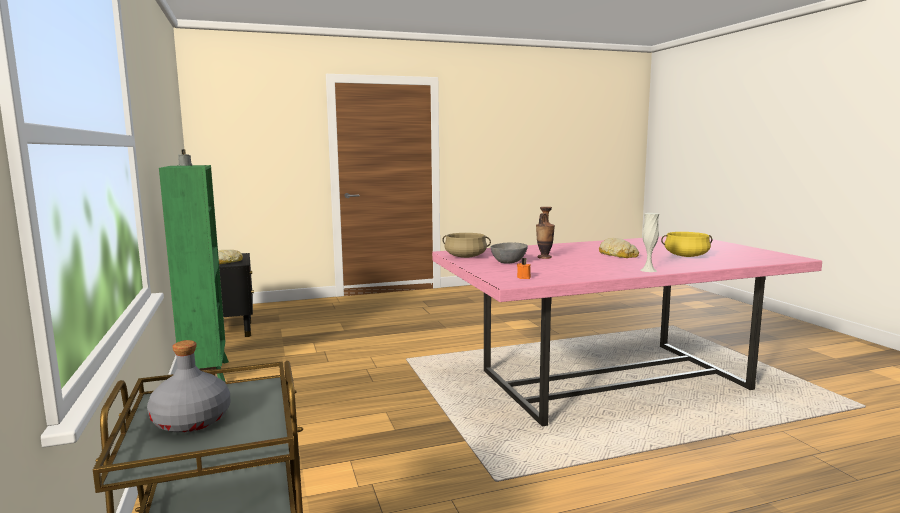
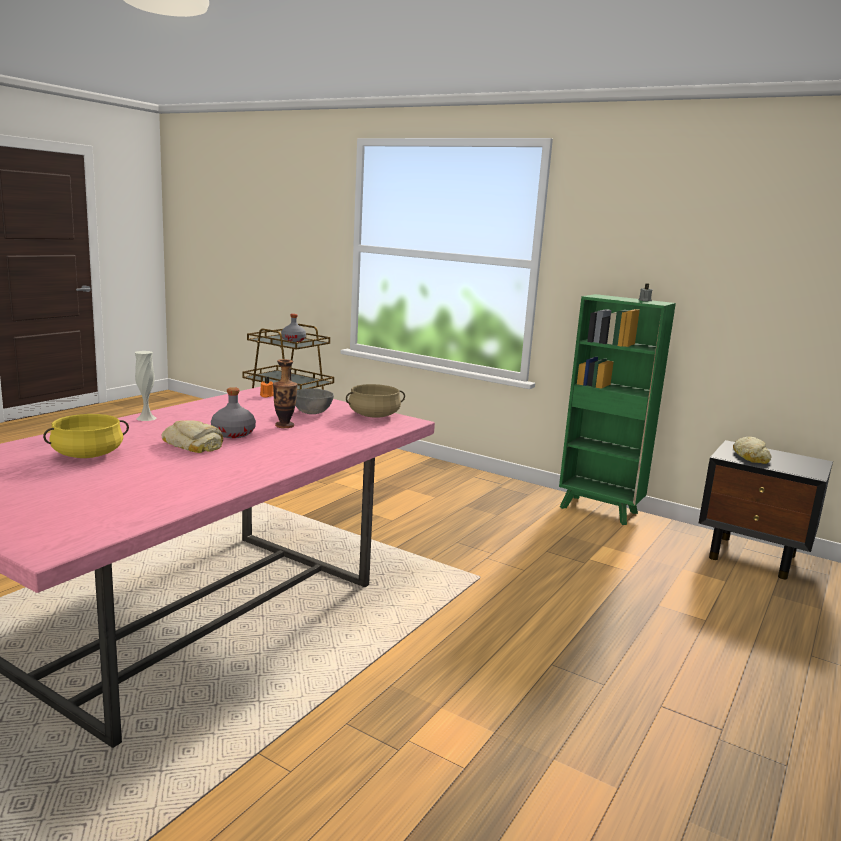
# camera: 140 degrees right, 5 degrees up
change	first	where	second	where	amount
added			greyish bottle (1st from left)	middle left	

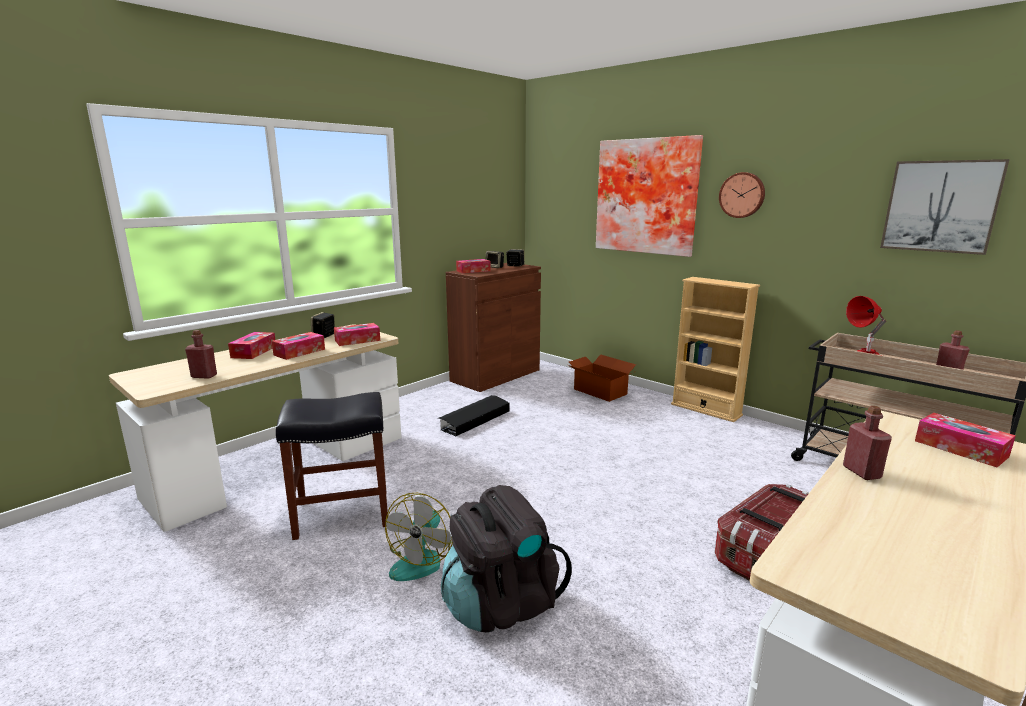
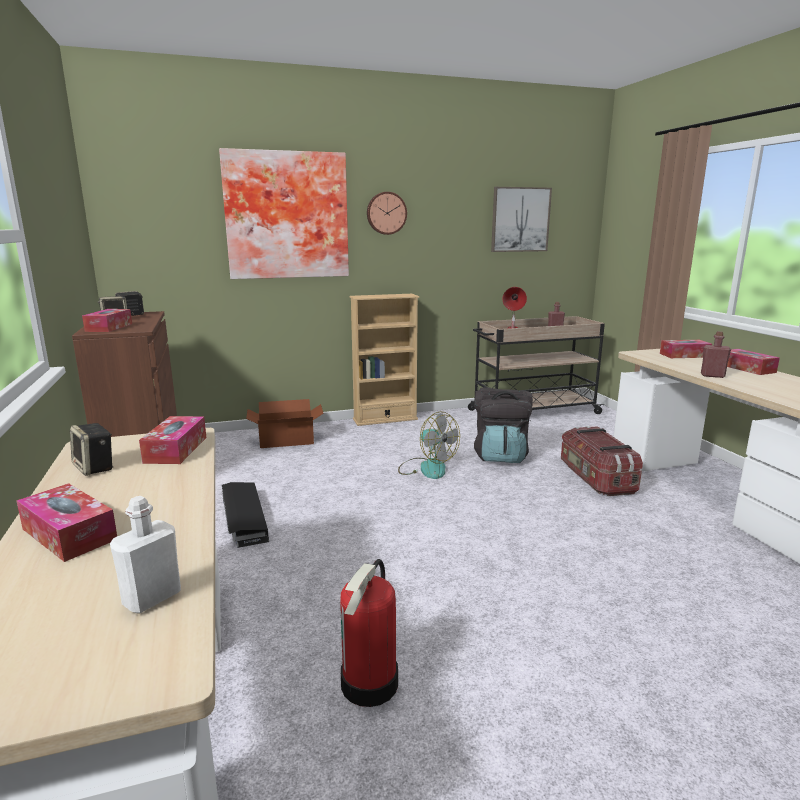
# camera: 60 degrees left, 0 degrees up
change	first	where	second	where	amount
moved	tissue box (2nd from left in the first image)	middle left	tissue box (5th from left)	middle right	
moved	cooling fan	bottom centre		centre	
moved	blackish backpack	bottom centre		centre	
replaced	blackish stool seat	middle left	fire extinguisher	bottom centre	
recoloured	red bottle (1st from left)	middle left	white bottle	bottom left	

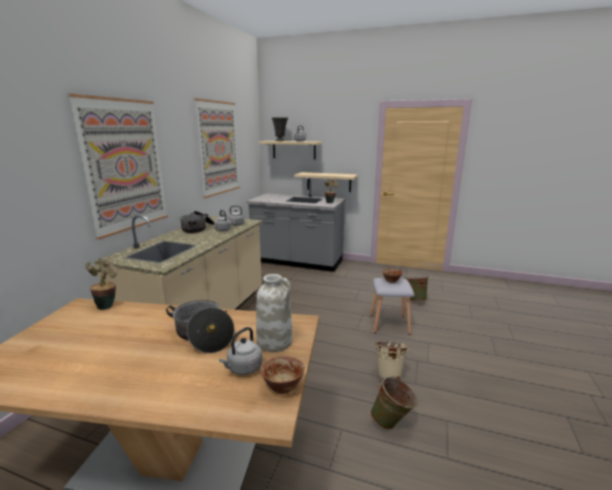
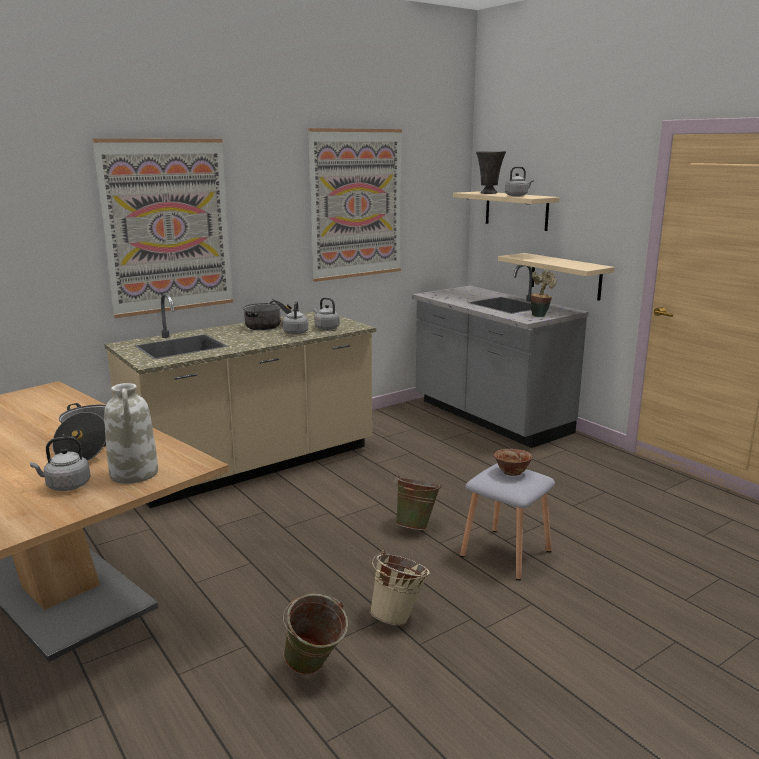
# camera: 35 degrees right, 0 degrees up
change	first	where	second	where	amount
removed	potted plant (1st from left)	middle left			
removed	deep dish (1st from left)	bottom centre			
moved	greenish bucket (2nd from left)	middle right		centre	

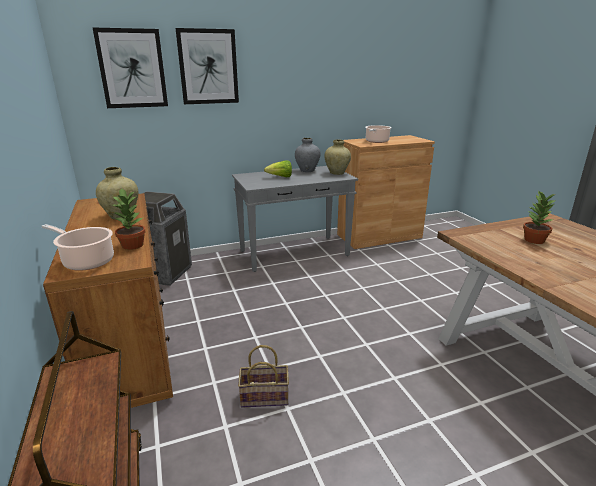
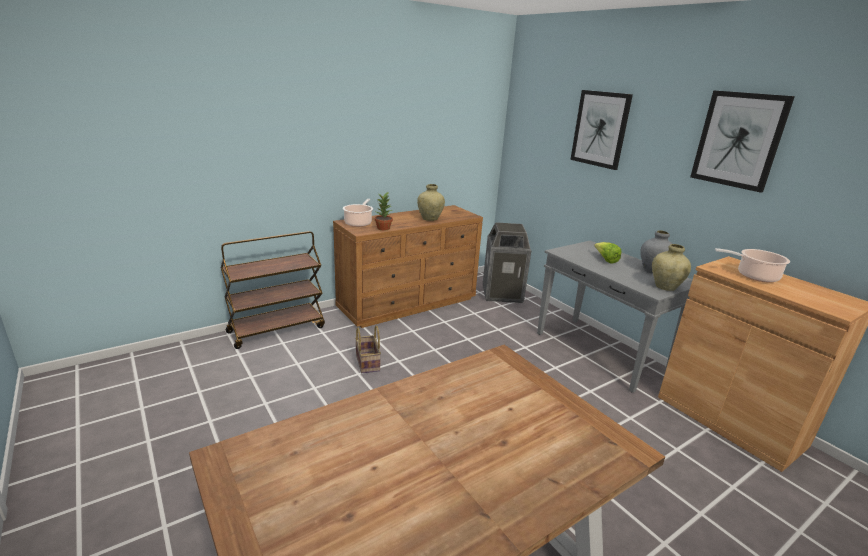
# camera: 75 degrees right, 0 degrees up
change	first	where	second	where	amount
removed	potted plant (2nd from left)	middle right			
moved	wall picture (1st from left in the first image)	top left	wall picture (2nd from left)	top right	

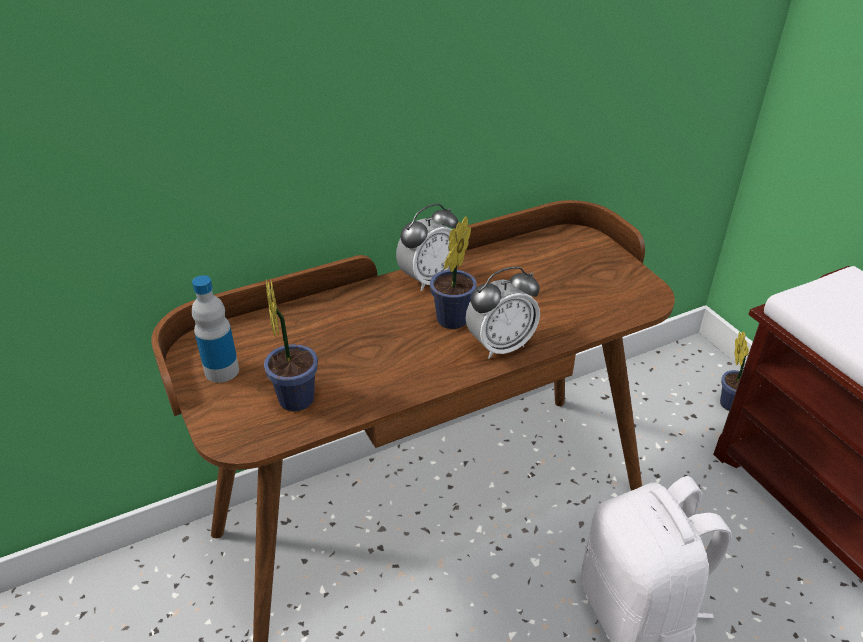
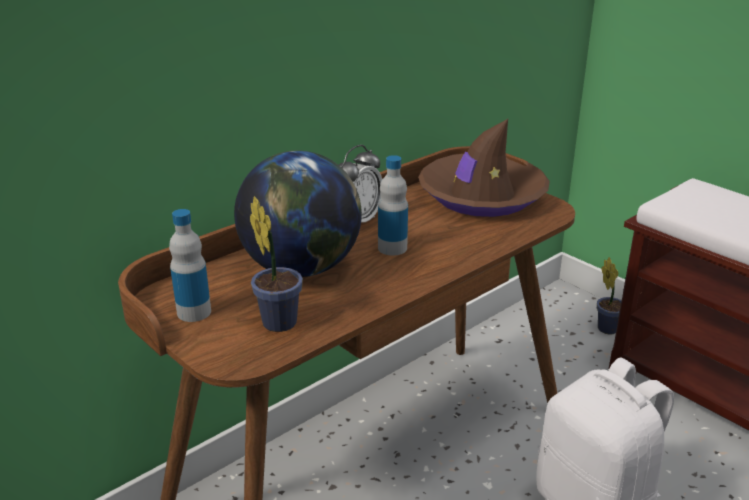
# camera: 15 degrees left, 10 degrees down
change	first	where	second	where	amount
removed	alarm clock (2nd from left)	centre			
added			desk globe	centre	
added			brown clothing hat	centre	
replaced	potted plant (2nd from left)	centre	bottle (2nd from left)	centre	

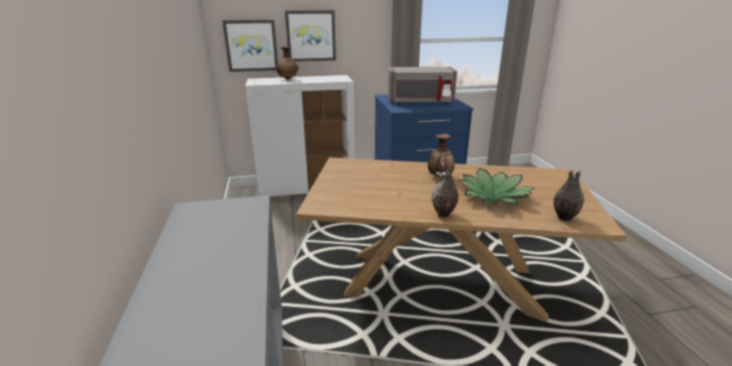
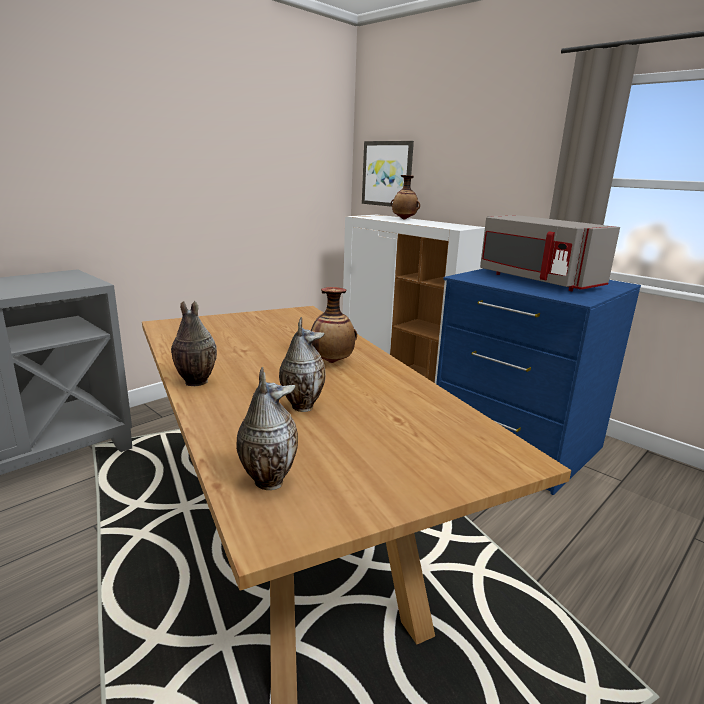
# camera: 55 degrees right, 5 degrees down
change	first	where	second	where	amount
removed	wall picture (2nd from left)	top centre			
replaced	potted plant	middle right	flower vase (3rd from left)	centre	

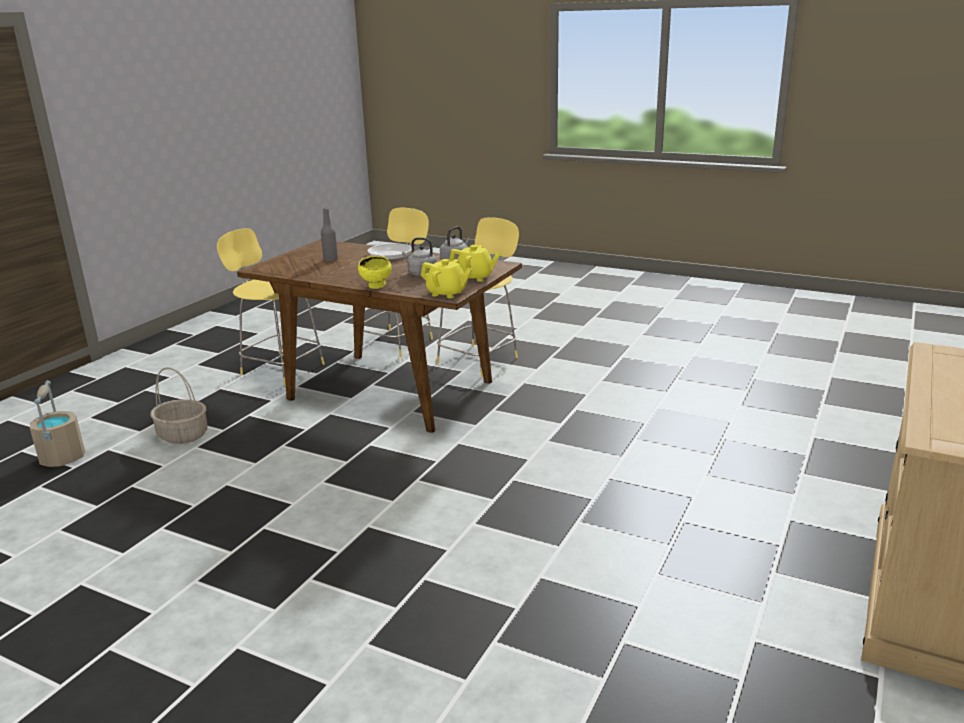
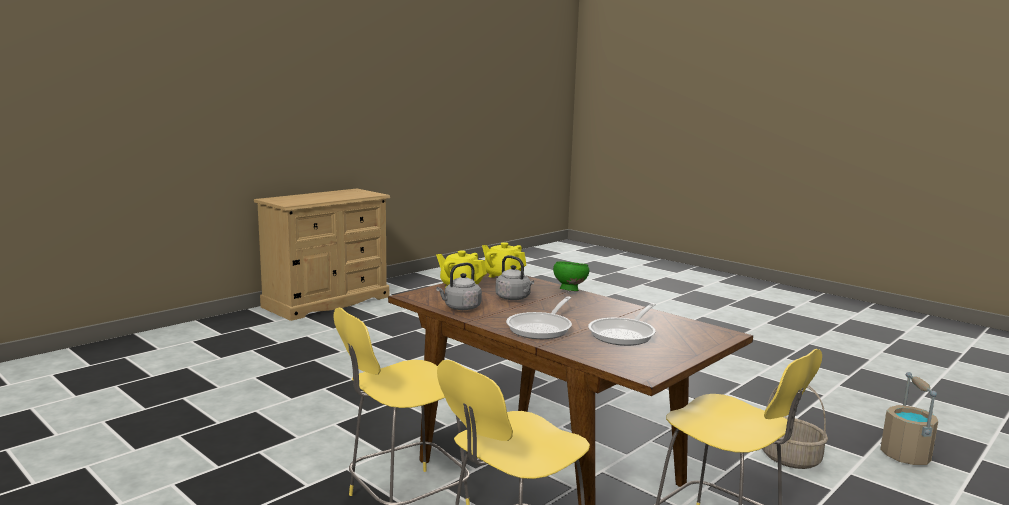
# camera: 165 degrees left, 10 degrees down
change	first	where	second	where	amount
replaced	greyish bottle	top centre	frying pan (2nd from left)	centre	
recoloured	yellow-coloured deep dish	centre	greenish deep dish	centre	

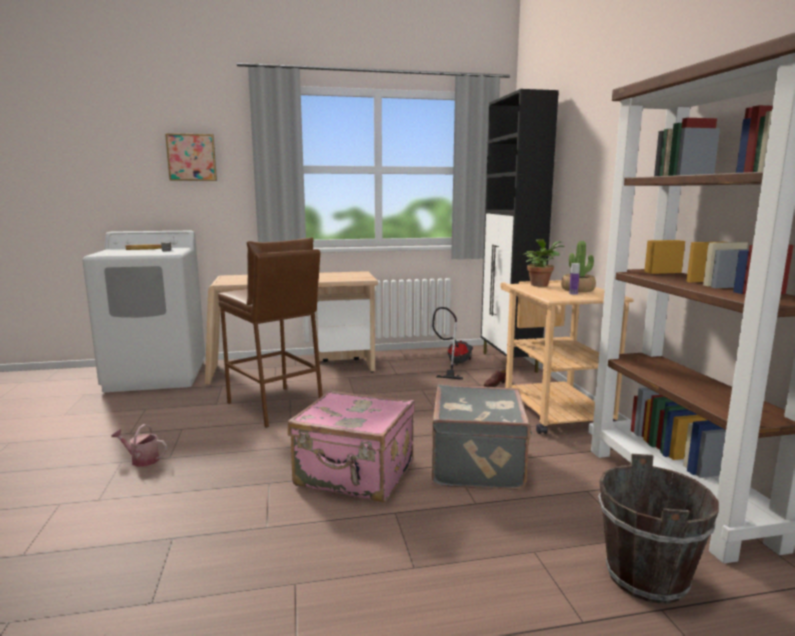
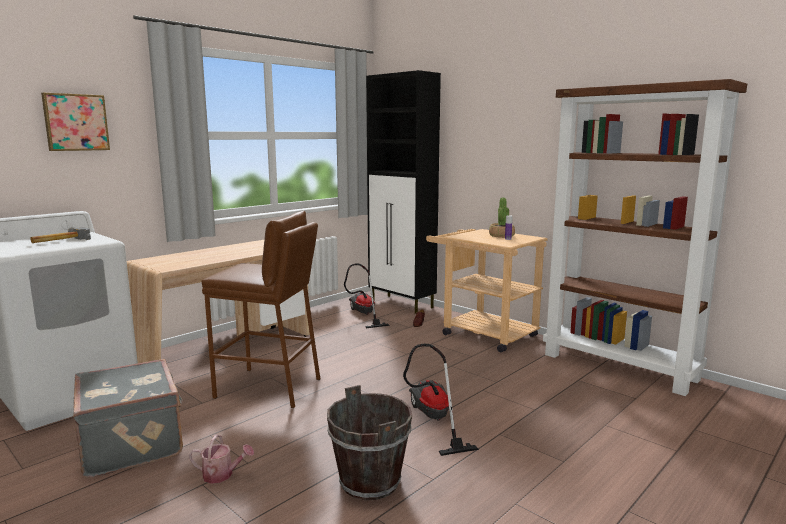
# camera: 35 degrees left, 0 degrees up
change	first	where	second	where	amount
removed	potted plant (1st from left)	middle right			
moved	greyish travel case	bottom centre		bottom left	
moved	brown bucket	bottom right		bottom centre	
replaced	pinkish travel case	bottom centre	vacuum cleaner (2nd from left)	bottom centre	
turned	watering pot	bottom left		bottom left	150 degrees counterclockwise

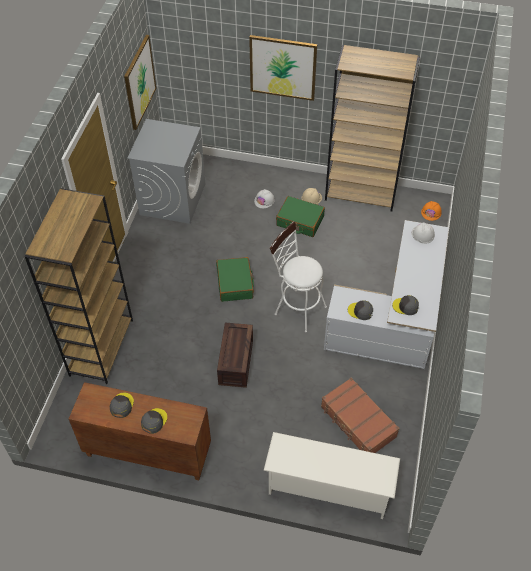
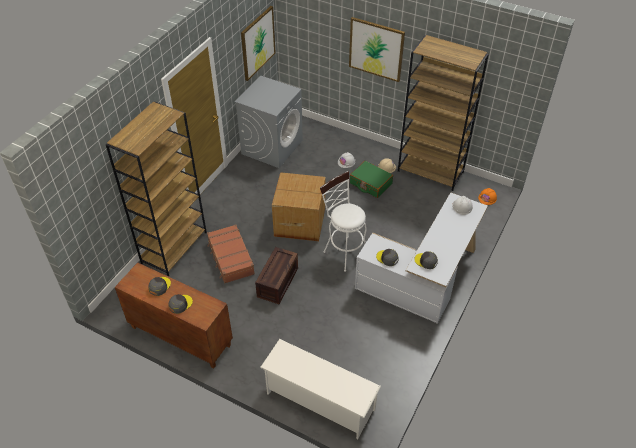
# camera: 15 degrees right, 5 degrees down
change	first	where	second	where	amount
moved	brown travel case	bottom right		centre	
replaced	greenish travel case (1st from left)	centre	packing box	centre	

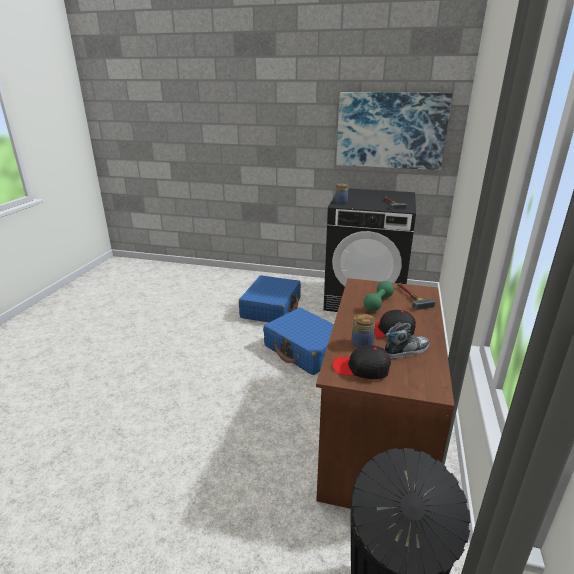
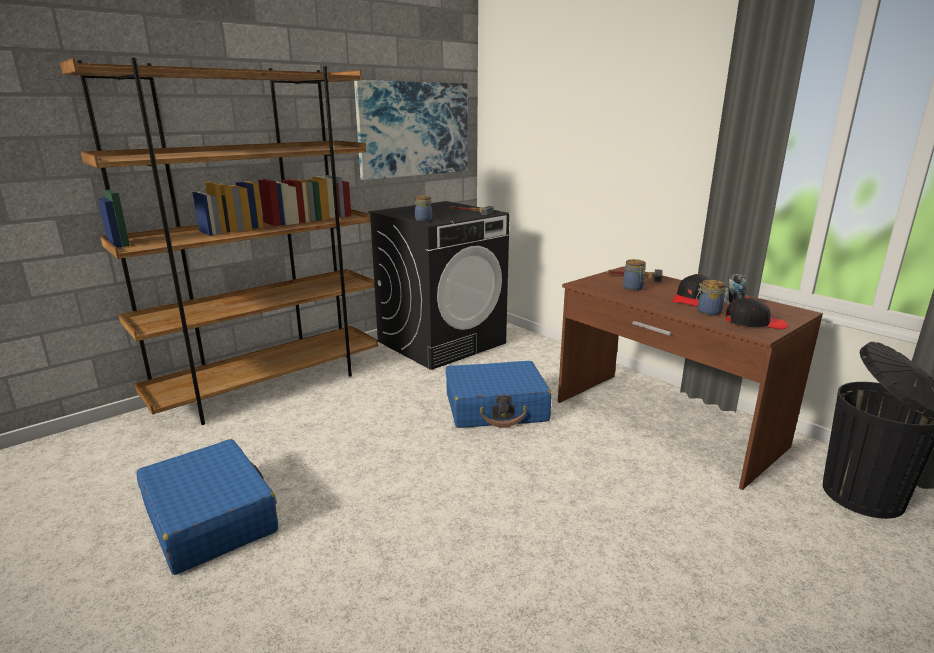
# camera: 55 degrees left, 5 degrees down
change	first	where	second	where	amount
added			brown bookcase	middle left	
moved	blue travel case (1st from left)	centre		bottom left	
replaced	greenish free weight	centre	preserve jar (2nd from left)	middle right	
turned	blackish baseball cap (1st from left in the first image)	centre	blackish baseball cap (2nd from left)	middle right	135 degrees counterclockwise

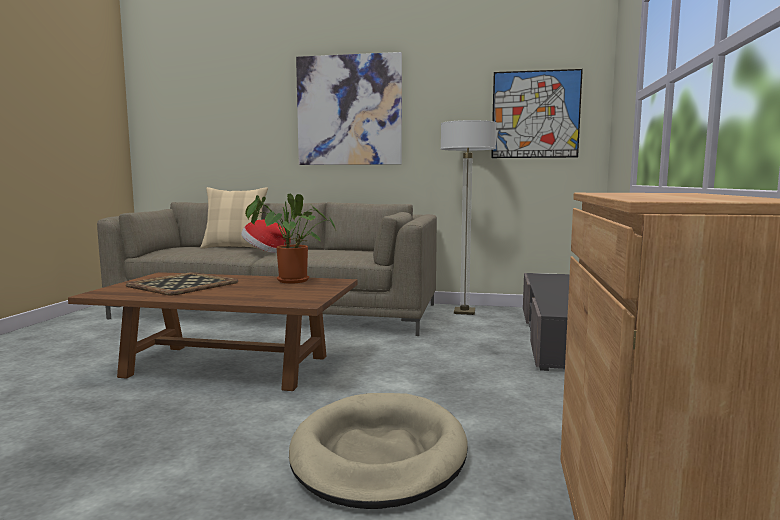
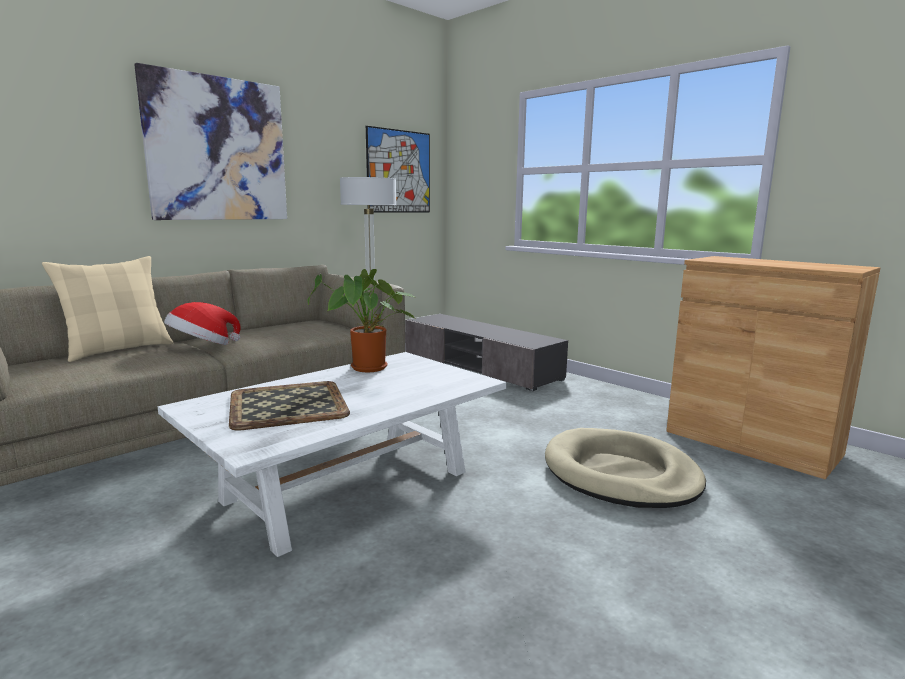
# camera: 55 degrees left, 5 degrees up
change	first	where	second	where	amount
recoloured	brown coffee table	middle left	white coffee table	bottom centre	

